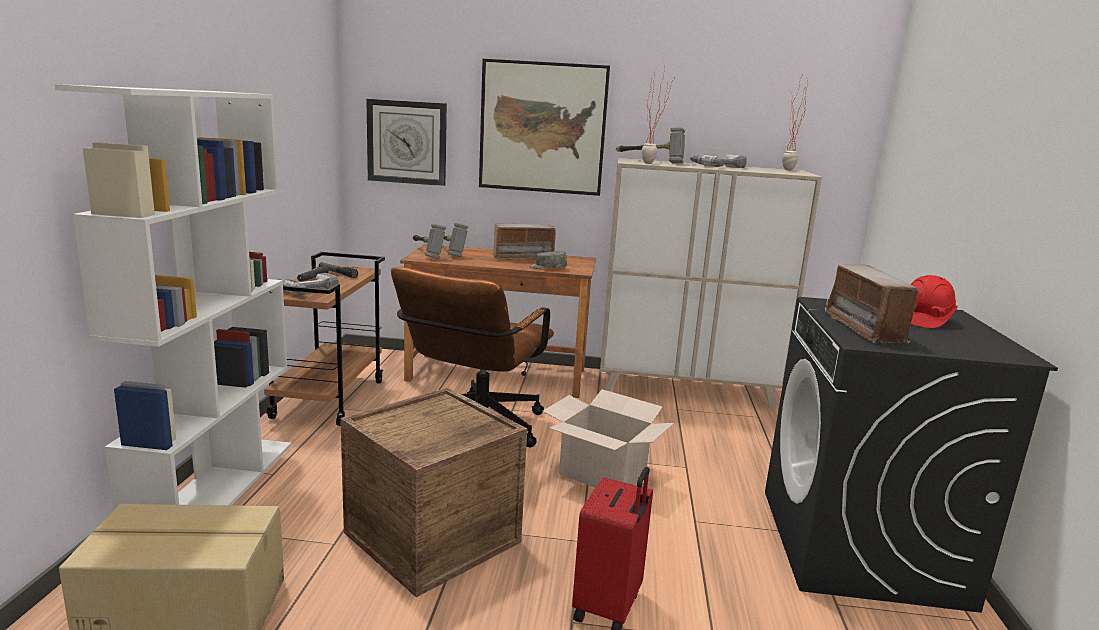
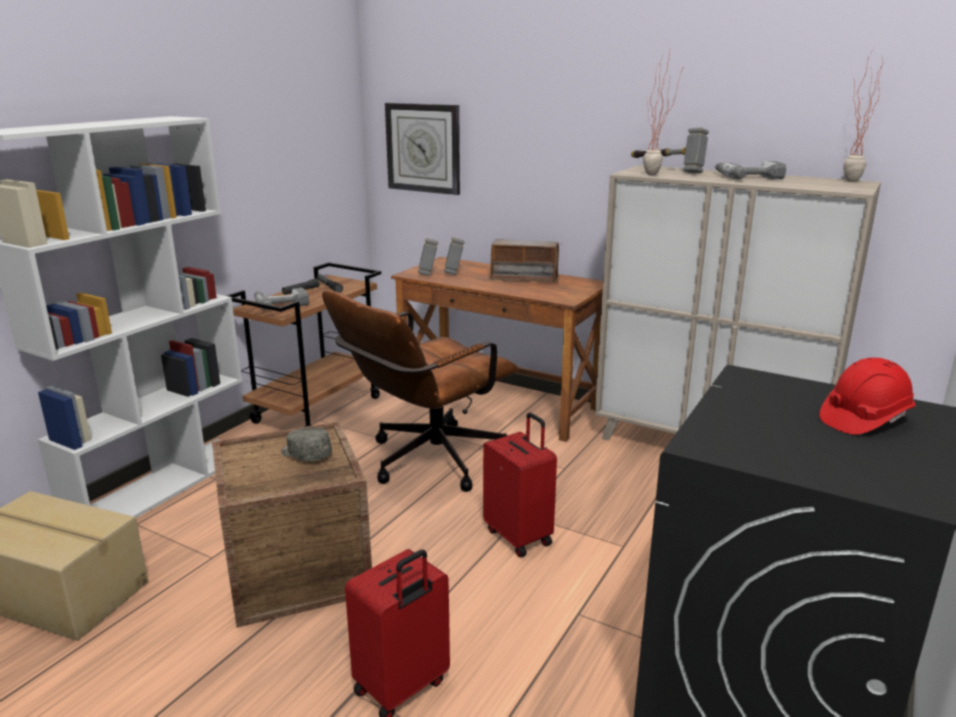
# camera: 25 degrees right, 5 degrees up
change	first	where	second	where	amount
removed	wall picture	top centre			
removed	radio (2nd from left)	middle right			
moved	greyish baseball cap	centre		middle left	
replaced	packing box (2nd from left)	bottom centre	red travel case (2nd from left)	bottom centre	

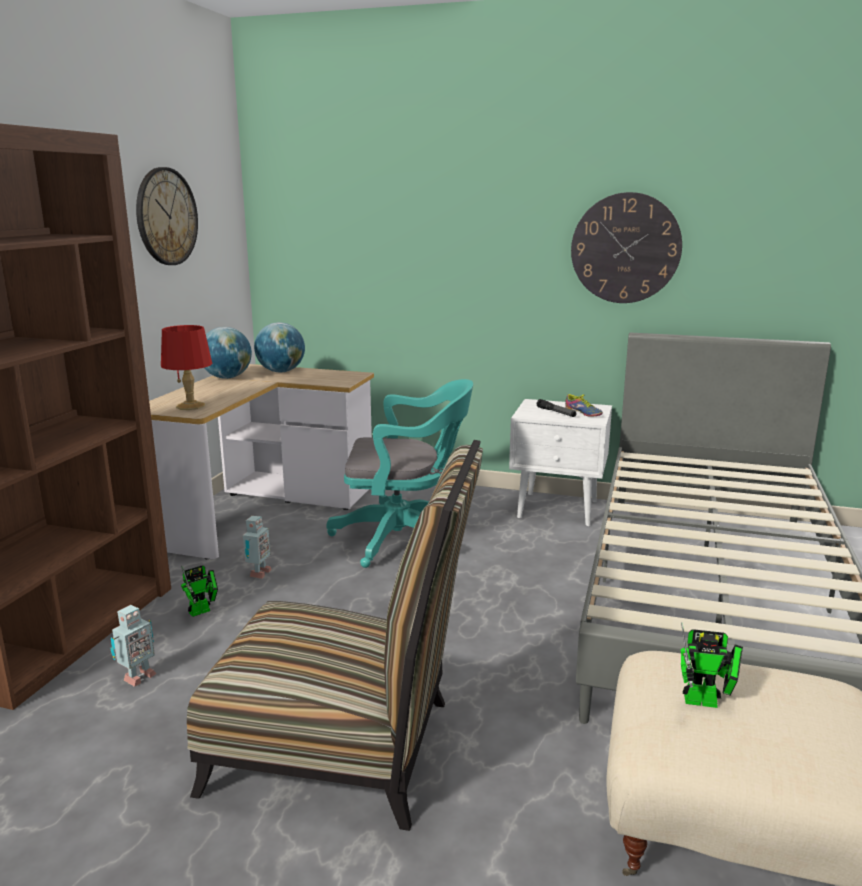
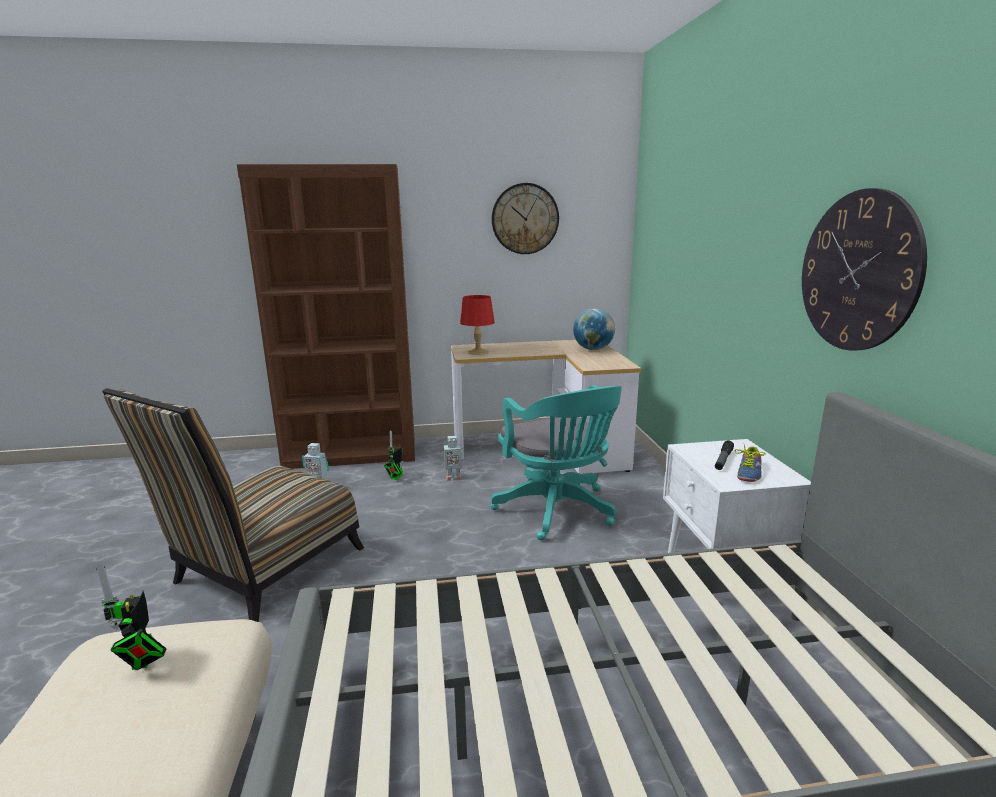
# camera: 65 degrees right, 0 degrees up
change	first	where	second	where	amount
removed	desk globe (1st from left)	middle left			
turned	model robot (2nd from left in the first image)	bottom left	model robot (3rd from left)	centre	90 degrees clockwise
turned	upright chair	bottom centre		middle left	45 degrees clockwise

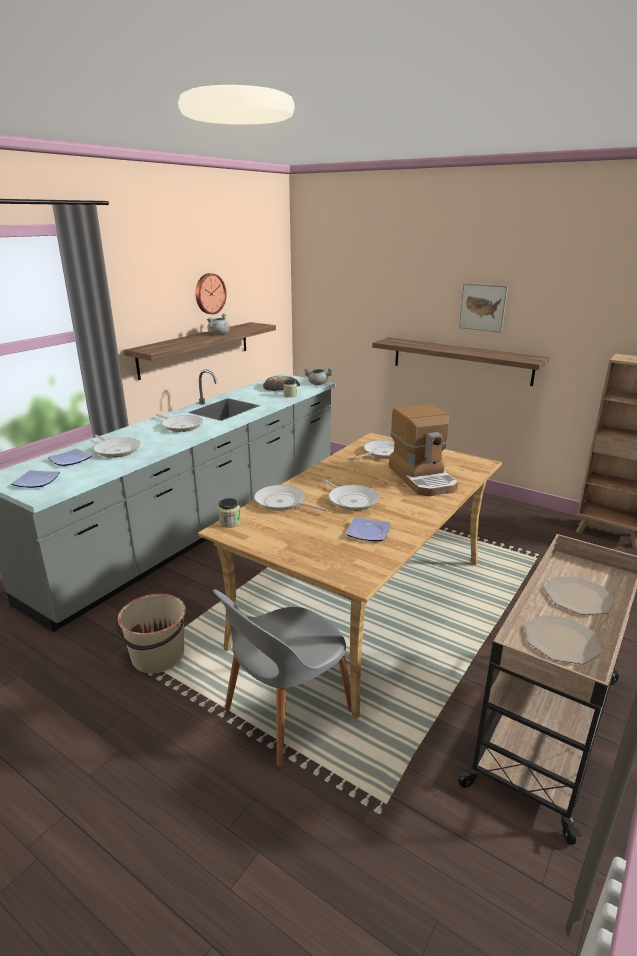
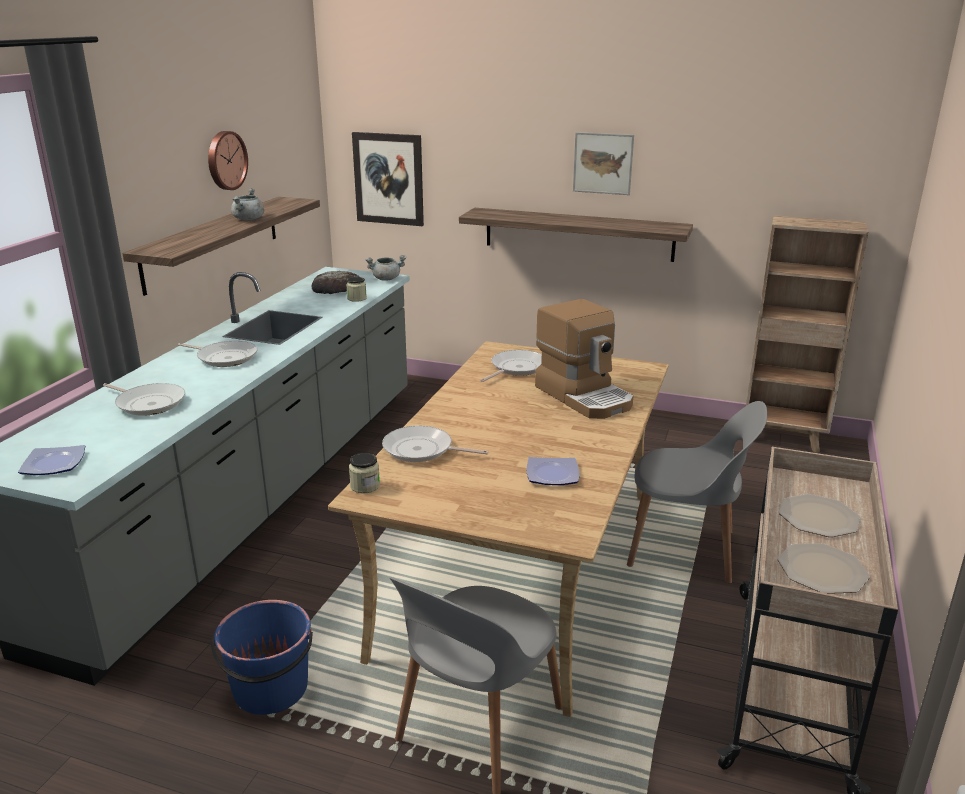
# camera: 15 degrees left, 0 degrees up
change	first	where	second	where	amount
removed	flat dish (2nd from left)	middle left			
removed	frying pan (4th from left)	centre			
added			wall picture (1st from left)	top centre	
added			greyish upright chair (2nd from left)	middle right	
recoloured	beige bucket	middle left	blue bucket	bottom left	

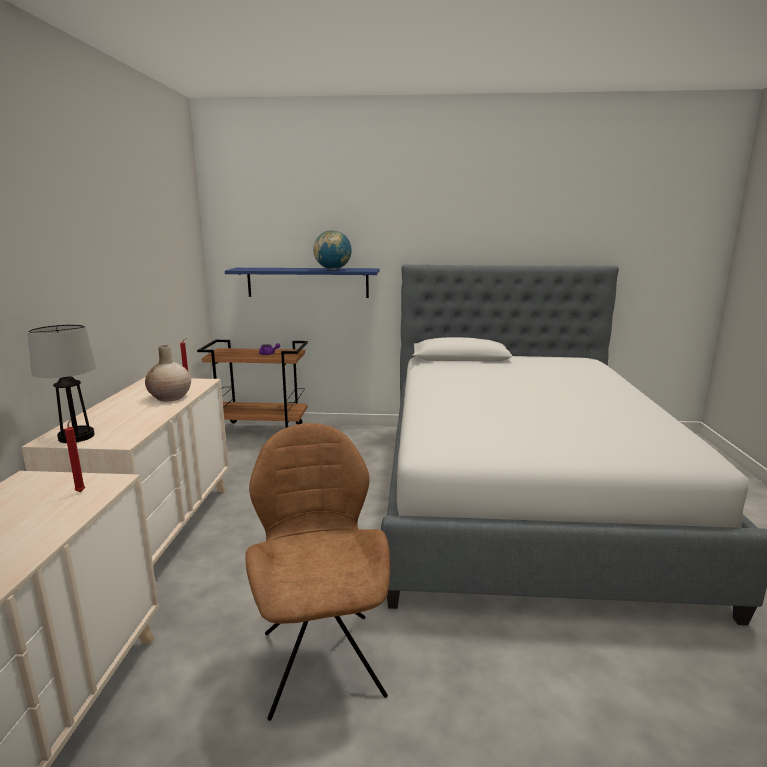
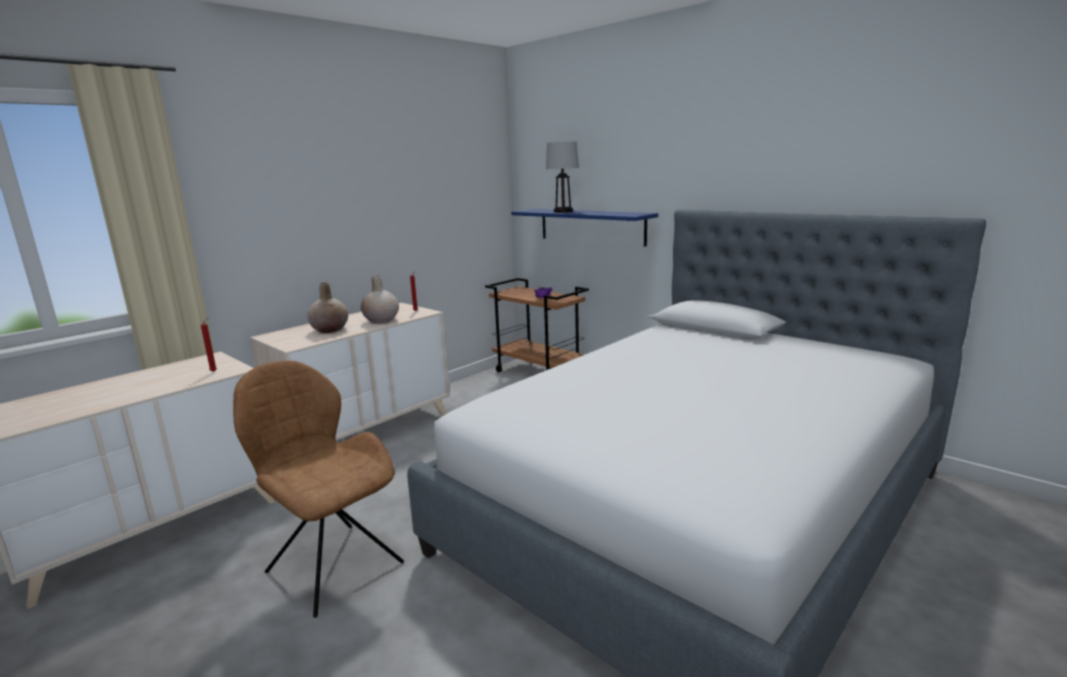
# camera: 40 degrees right, 0 degrees up
change	first	where	second	where	amount
removed	desk globe	top centre			
added			beige flower vase (1st from left)	middle left	
moved	tabletop lamp	middle left		top centre	
turned	brown upright chair	bottom centre		bottom left	75 degrees counterclockwise

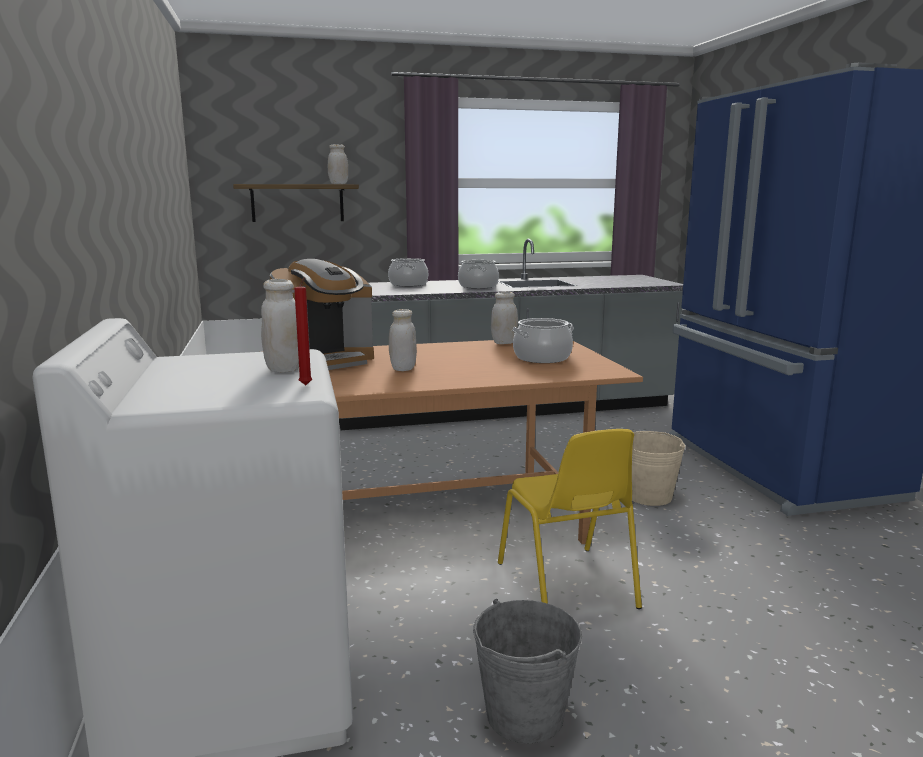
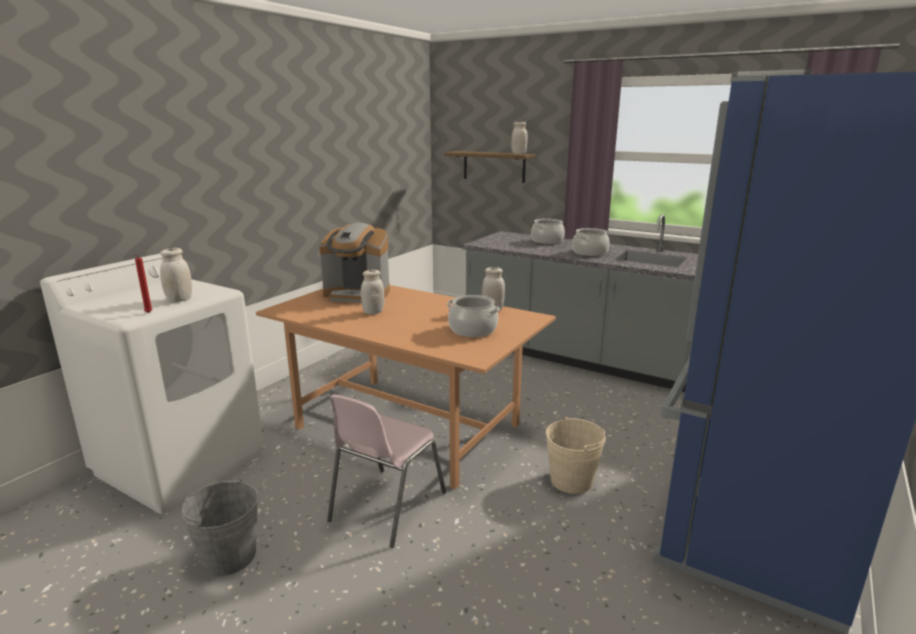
# camera: 45 degrees right, 5 degrees up
change	first	where	second	where	amount
recoloured	yellow-coloured upright chair	bottom centre	pinkish upright chair	bottom centre	

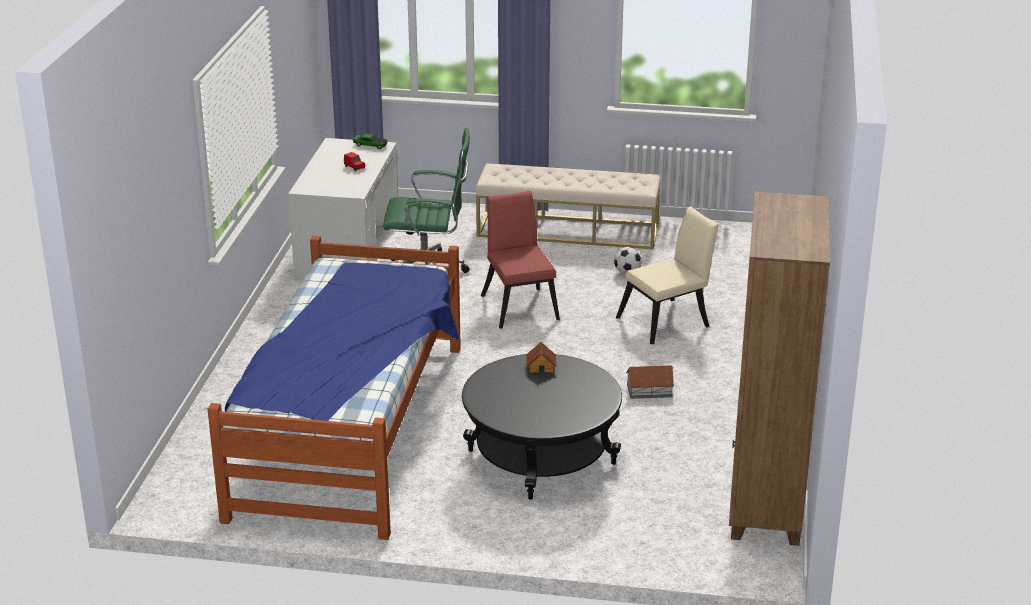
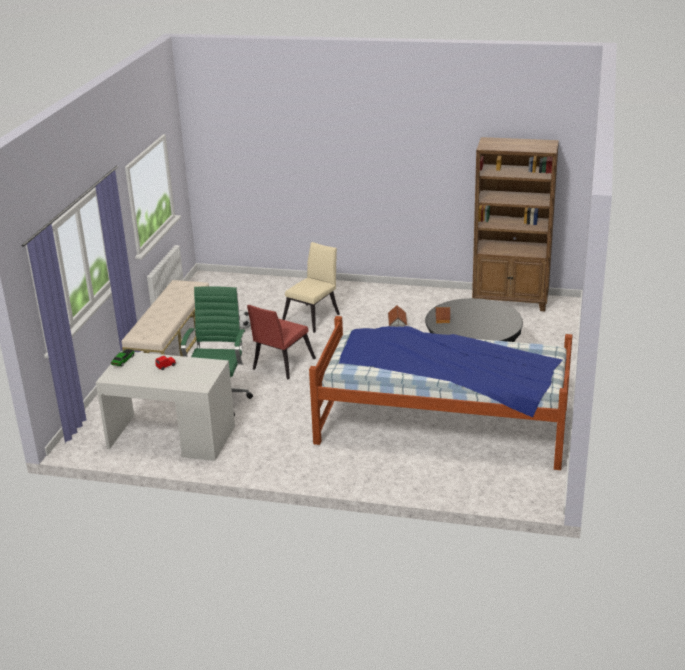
# camera: 85 degrees left, 0 degrees up
change	first	where	second	where	amount
turned	red upright chair	centre		centre	45 degrees counterclockwise
turned	beige upright chair	centre		centre	60 degrees clockwise

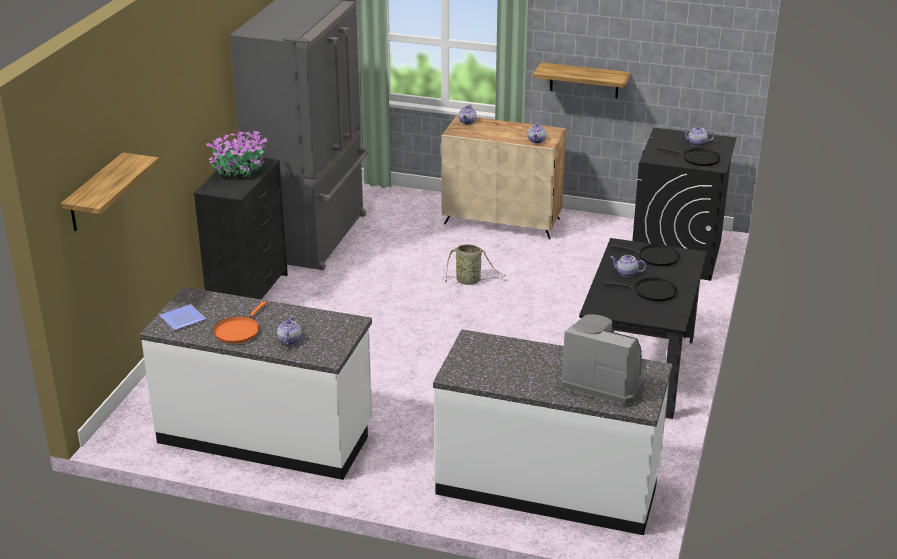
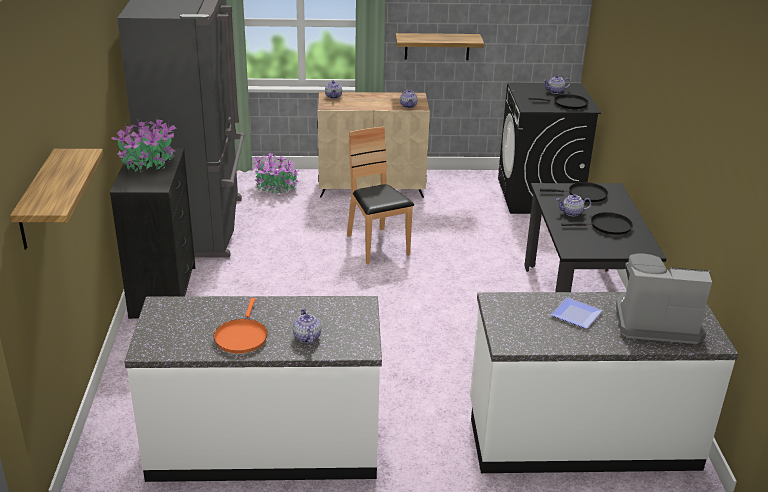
# camera: 20 degrees left, 0 degrees up
change	first	where	second	where	amount
added			potted plant (2nd from left)	centre	
moved	flat dish	middle left		middle right	
replaced	household basket	centre	brown upright chair	centre	

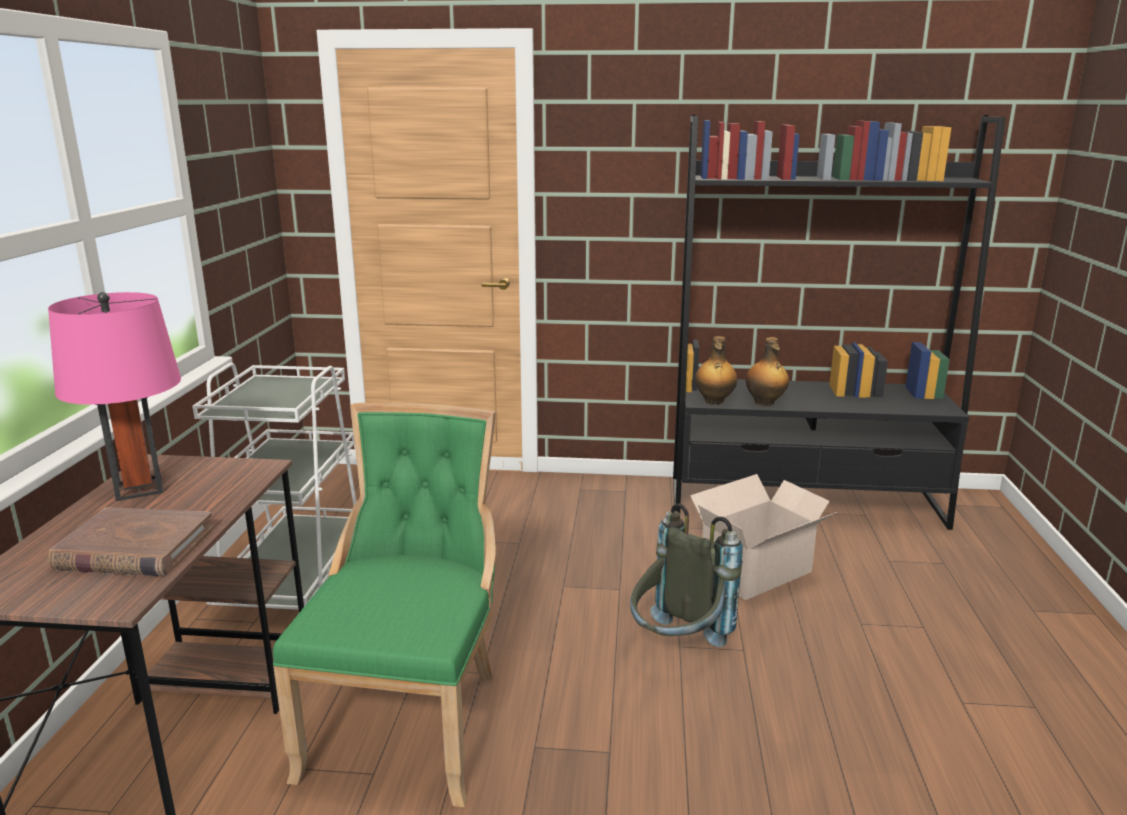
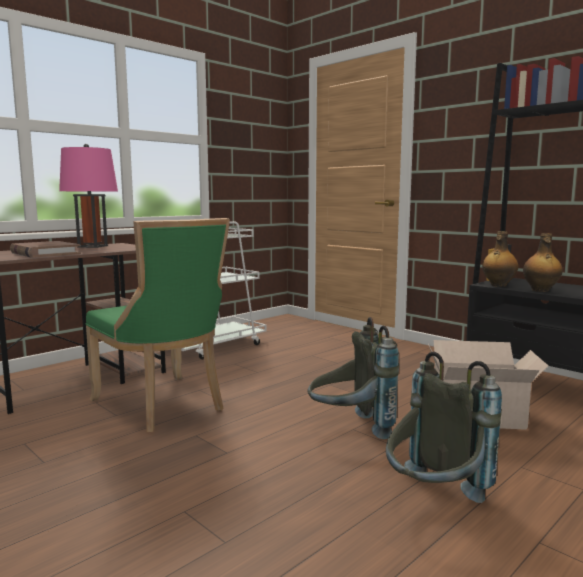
# camera: 40 degrees right, 10 degrees down
change	first	where	second	where	amount
added			greyish backpack (2nd from left)	bottom right	
turned	greenish upright chair	bottom centre		middle left	90 degrees clockwise

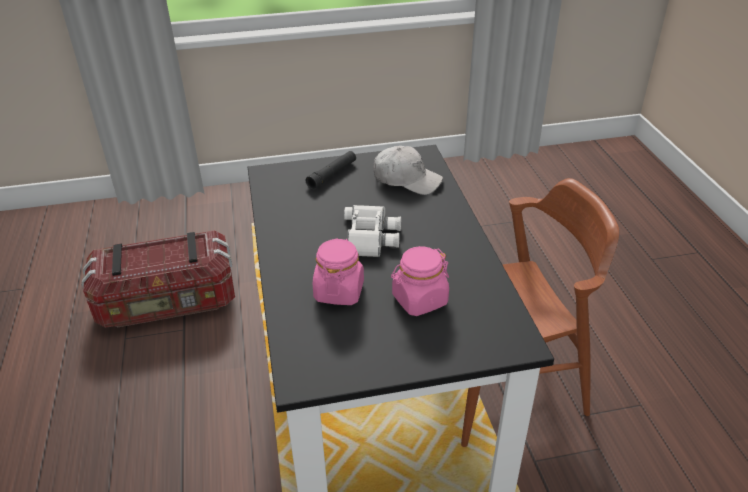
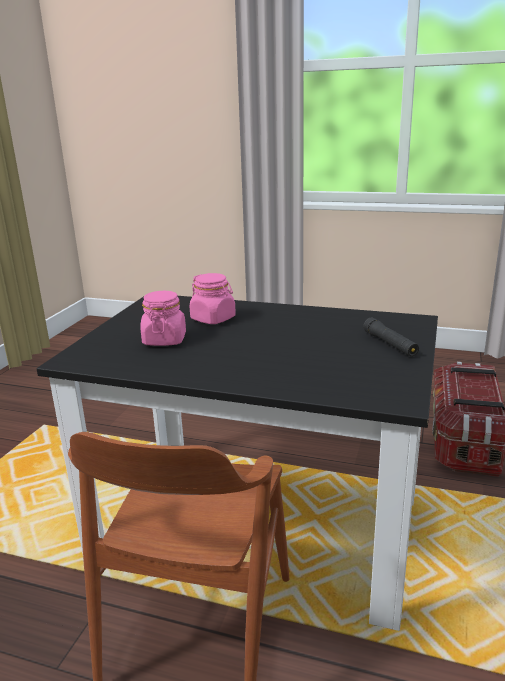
# camera: 120 degrees right, 15 degrees down
change	first	where	second	where	amount
removed	white field glasses	centre			
removed	white baseball cap	centre			

